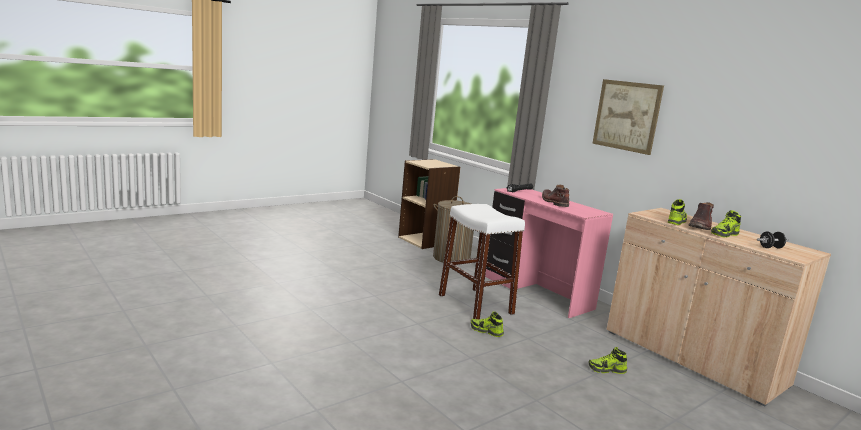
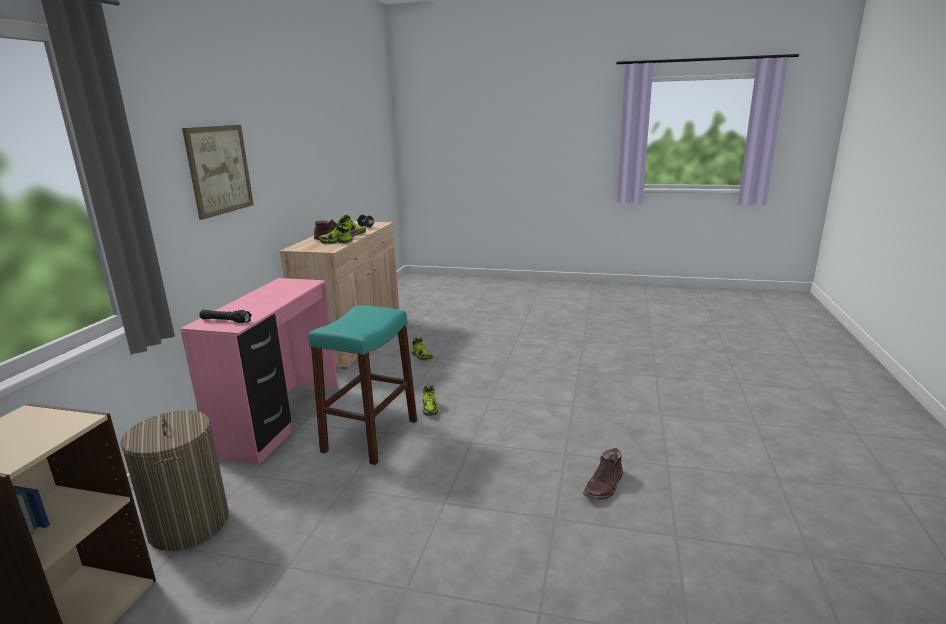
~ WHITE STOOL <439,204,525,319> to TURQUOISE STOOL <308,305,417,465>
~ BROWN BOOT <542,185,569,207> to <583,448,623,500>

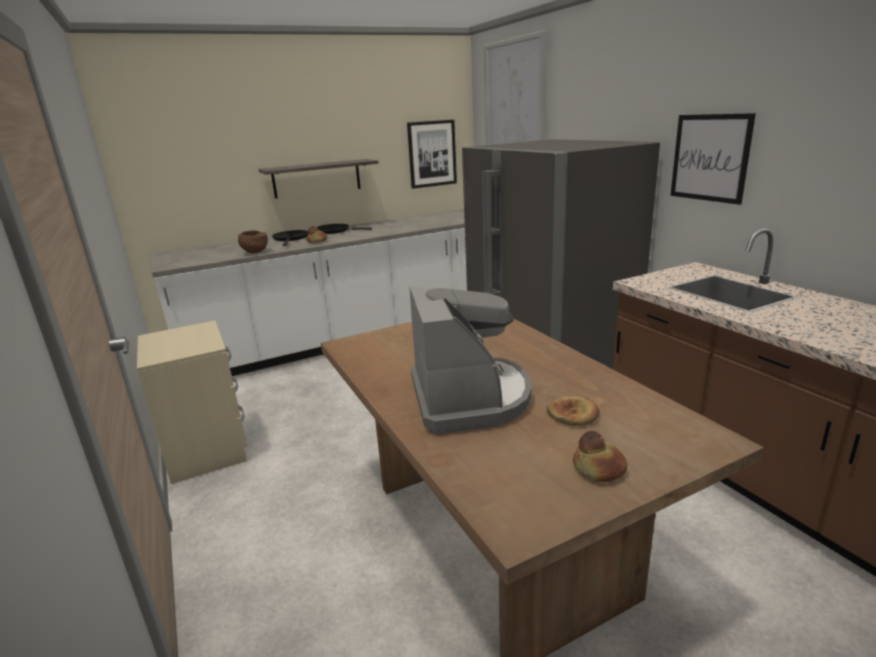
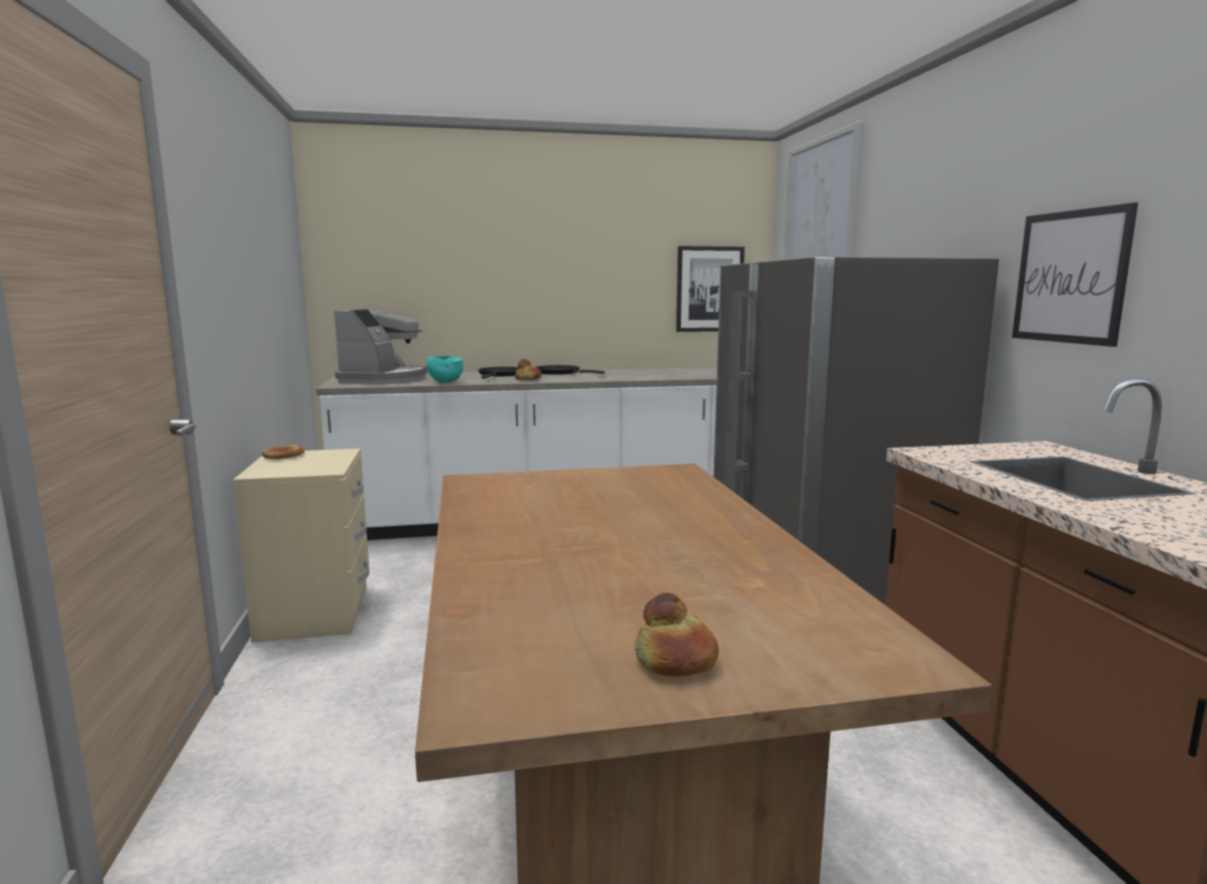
~ BROWN BOWL <238,230,268,253> to TURQUOISE BOWL <426,356,464,383>
- SHELF <259,159,379,199>
~ COFFEE MACHINE <410,286,532,434> to <334,309,427,384>
~ BREAD <546,396,600,426> to <262,445,305,459>

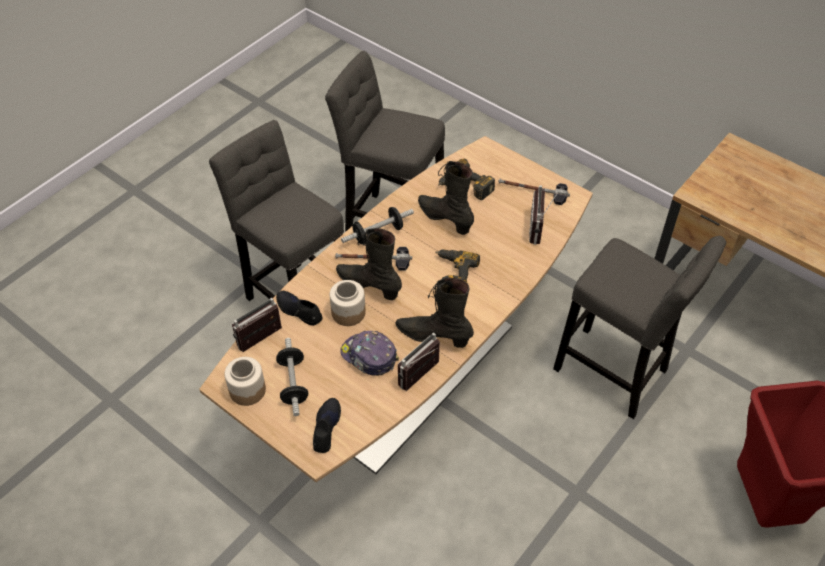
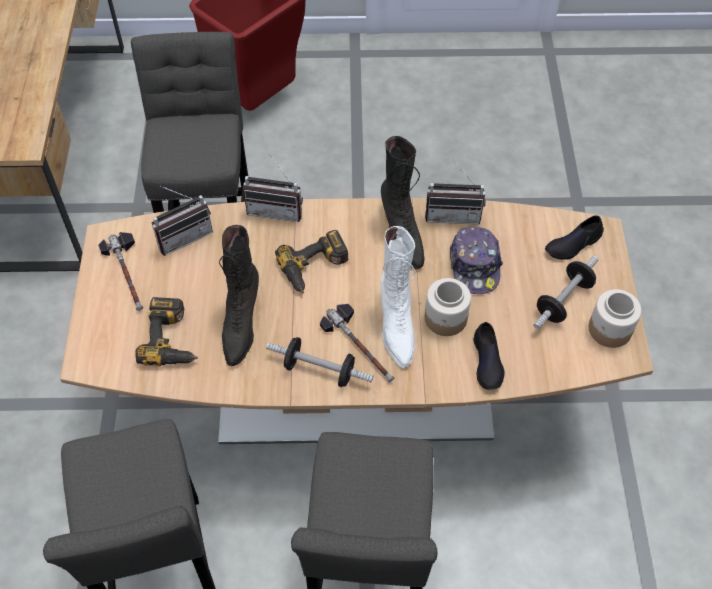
~ RADIO <232,298,282,352> to <243,154,303,222>
~ BLACK BOOT <336,228,402,300> to WHITE BOOT <381,226,415,368>

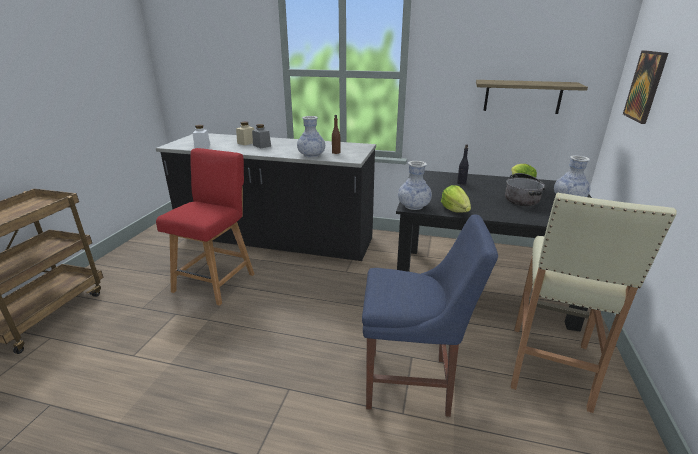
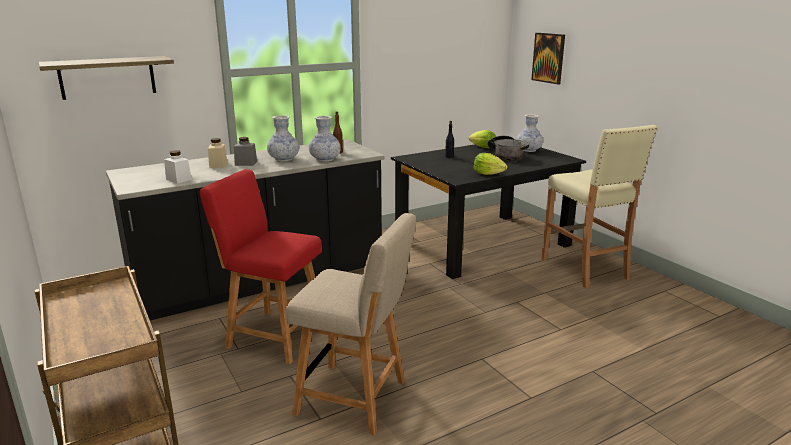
~ RED CHAIR <156,148,254,306> = <200,169,322,364> 45 degrees counterclockwise
- BLUE CHAIR <362,214,498,417>
~ VASE <398,161,432,210> to <267,115,299,161>
~ SHELF <476,80,588,114> to <38,56,174,100>
+ BEIGE CHAIR <286,213,416,436>

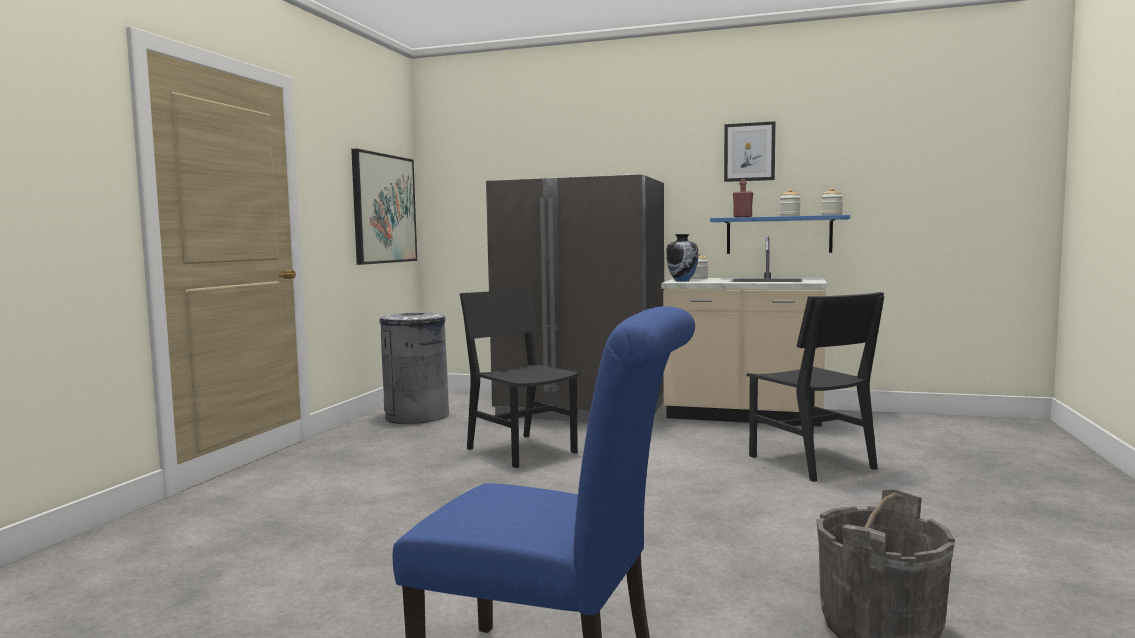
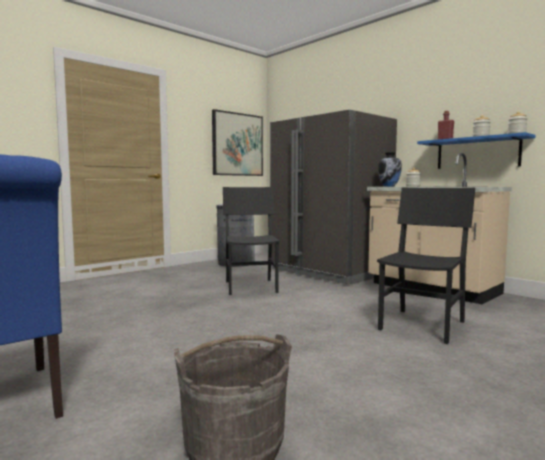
- PICTURE <724,121,776,182>
~ BLACK CHAIR <747,292,884,482> = <377,187,475,344> 150 degrees counterclockwise

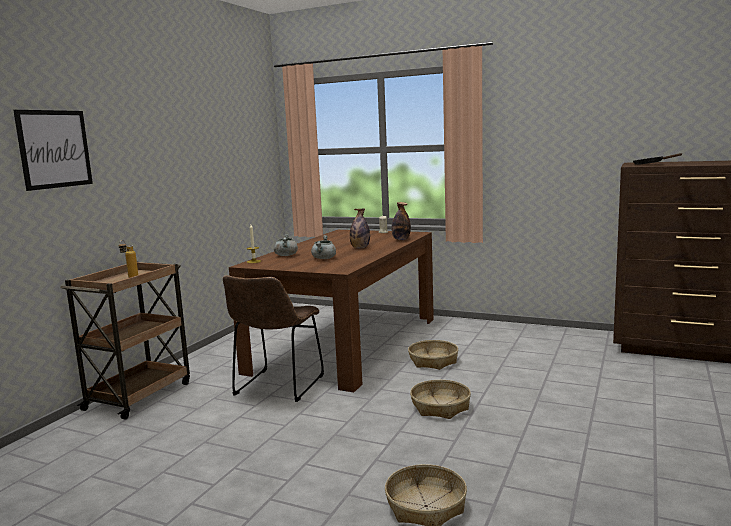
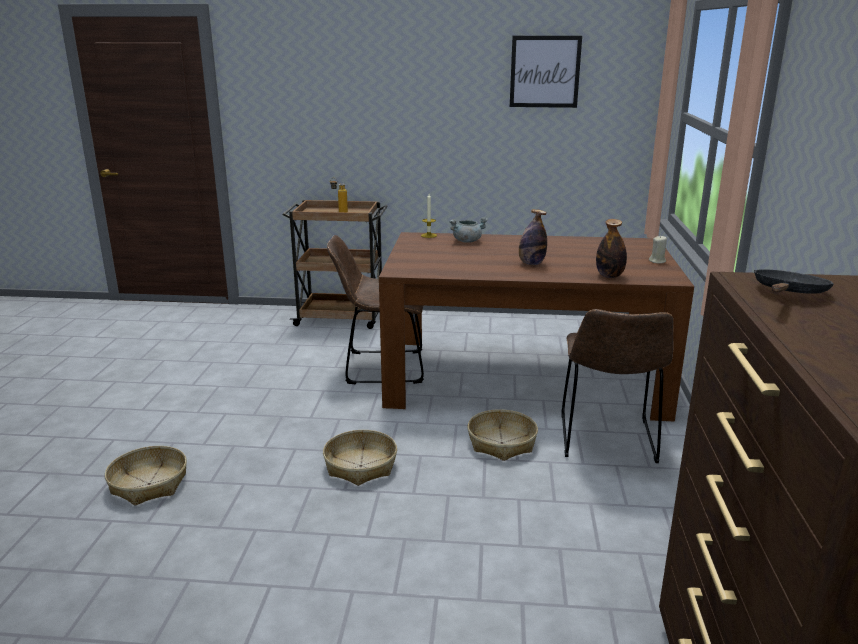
~ PICTURE <13,110,93,191> to <510,36,582,108>
- GREY COOKING POT <311,235,336,259>
+ BROWN CHAIR <561,309,673,463>

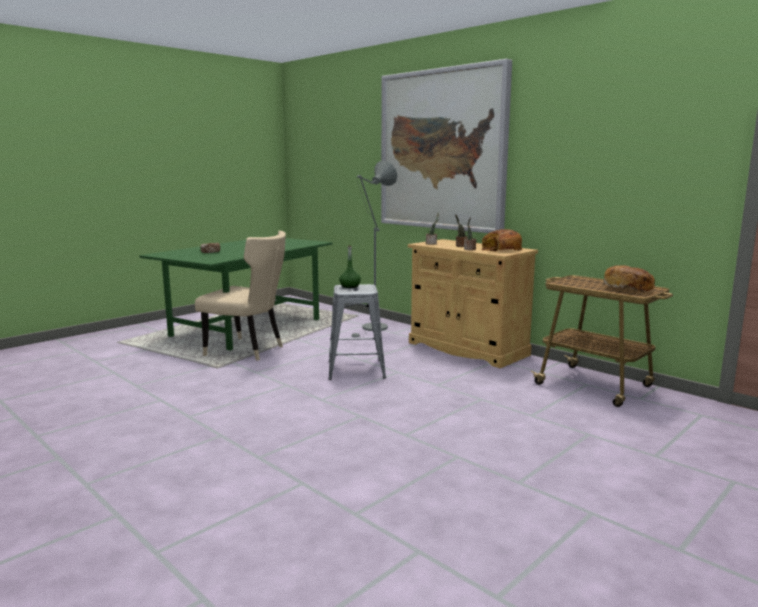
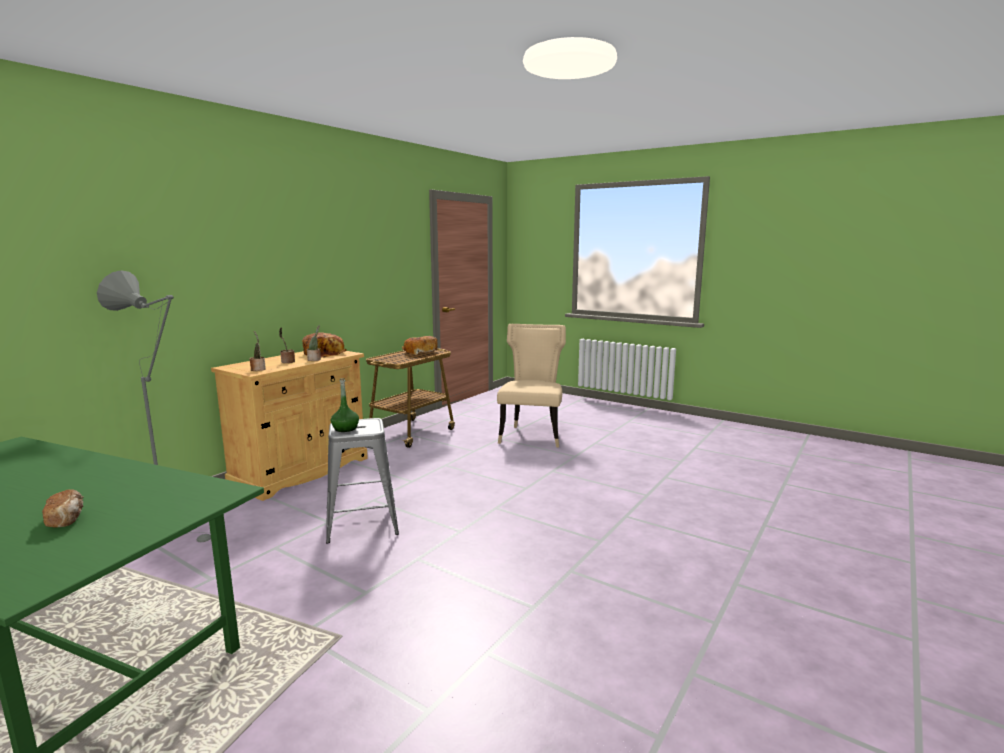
~ BEIGE CHAIR <195,231,286,361> to <497,324,566,447>
- PICTURE <381,59,512,233>

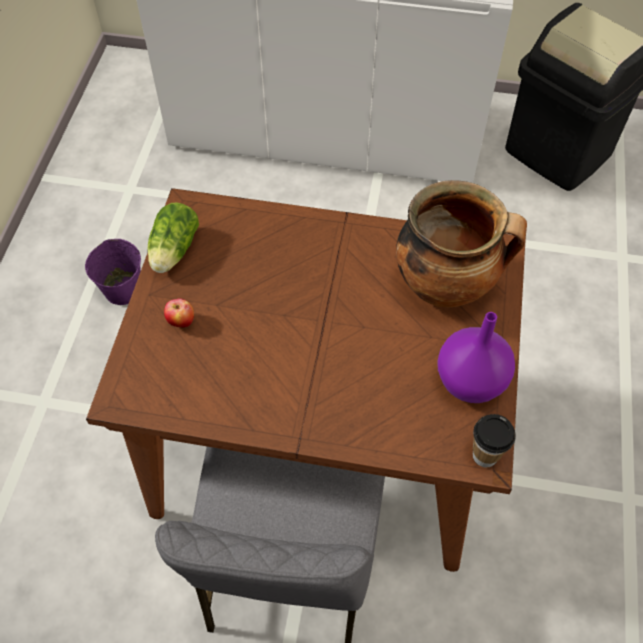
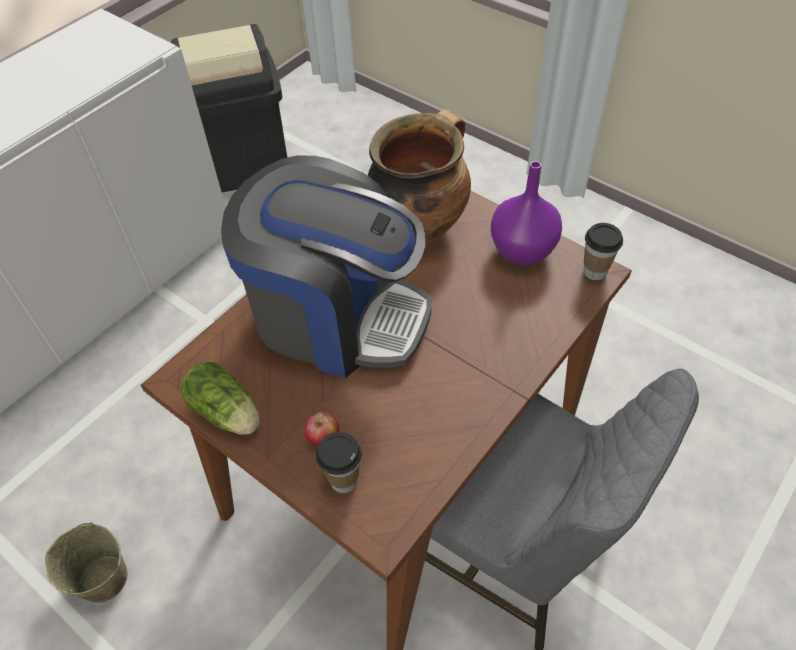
~ PURPLE BUCKET <85,239,141,305> to BEIGE BUCKET <45,522,128,603>
+ COFFEE MACHINE <221,155,432,378>
+ CUP <316,432,362,493>

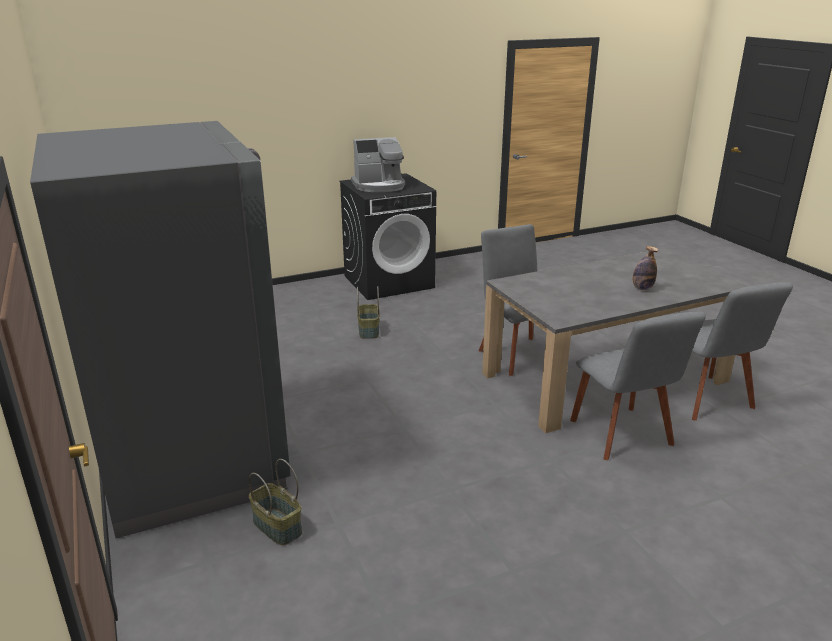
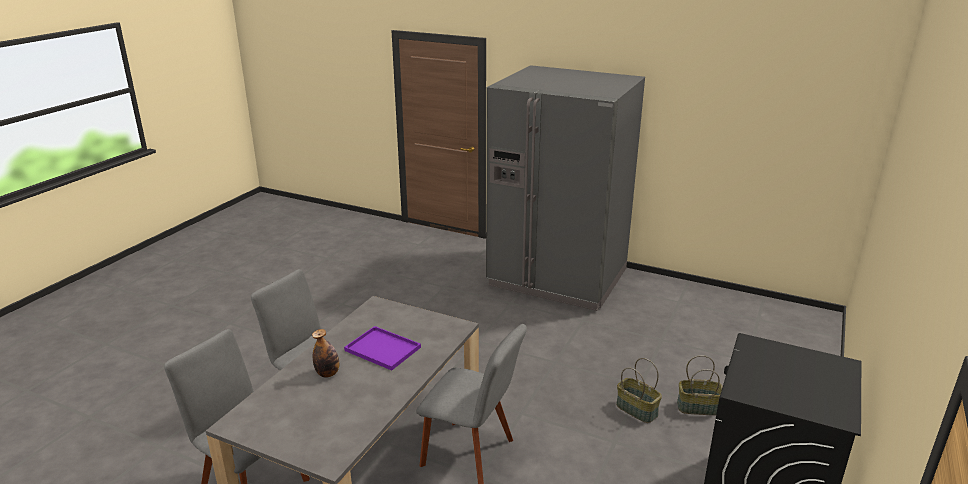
~ BASKET <249,459,302,545> to <677,355,723,415>
- COFFEE MACHINE <351,137,405,192>
+ PURPLE TRAY <344,326,421,370>

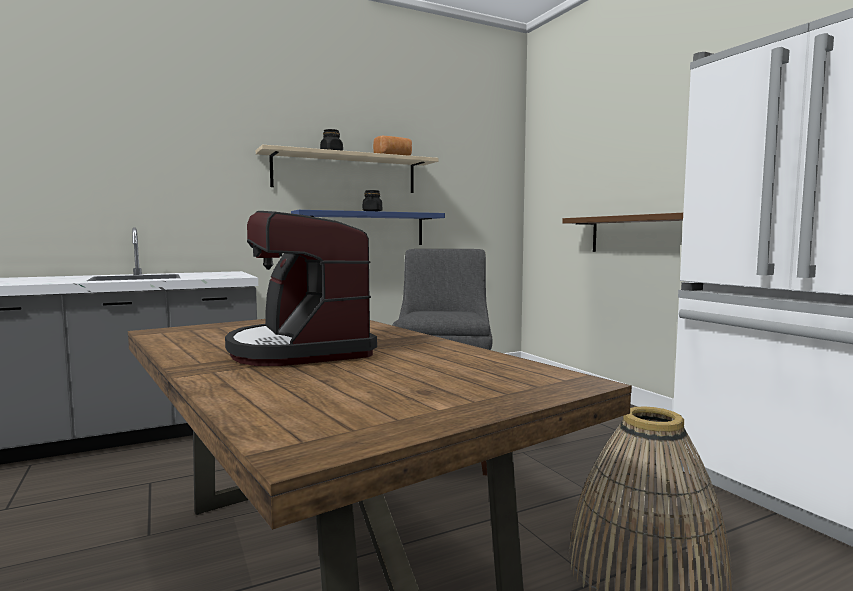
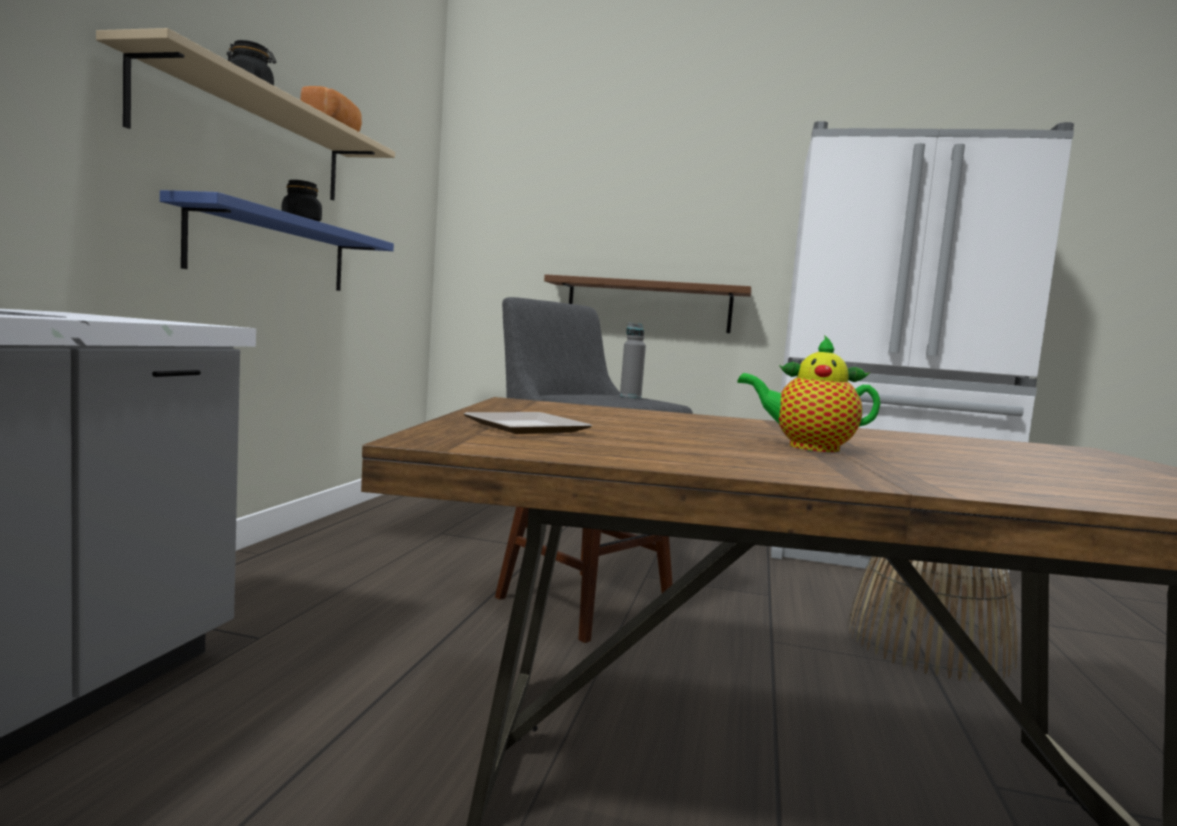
~ COFFEE MACHINE <225,211,377,366> to TEAPOT <737,335,880,452>
+ PLATE <463,412,592,434>
+ GREY BOTTLE <620,323,646,398>

